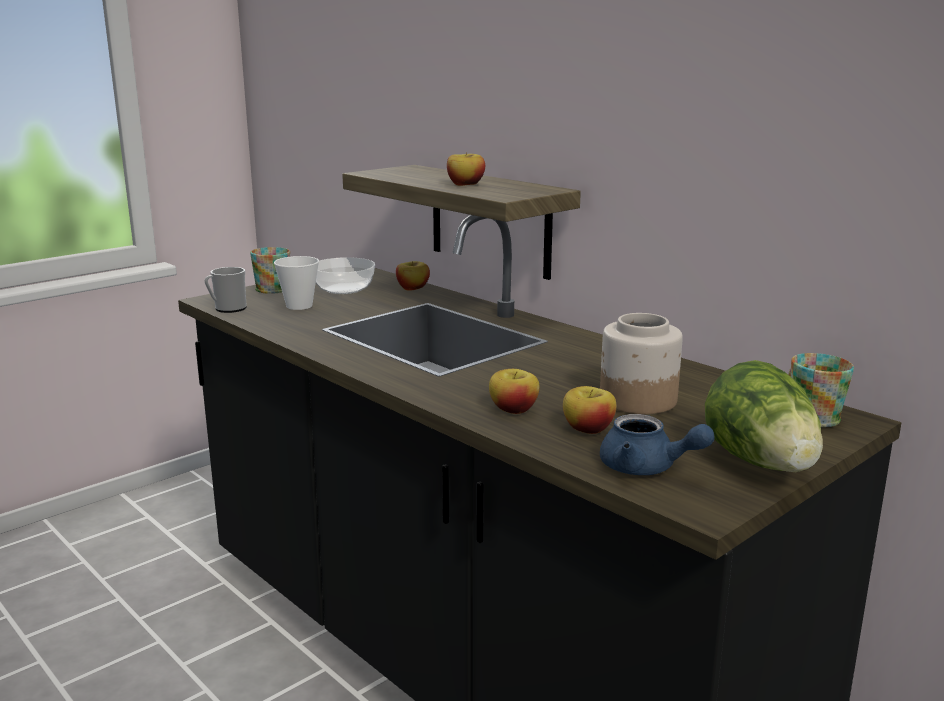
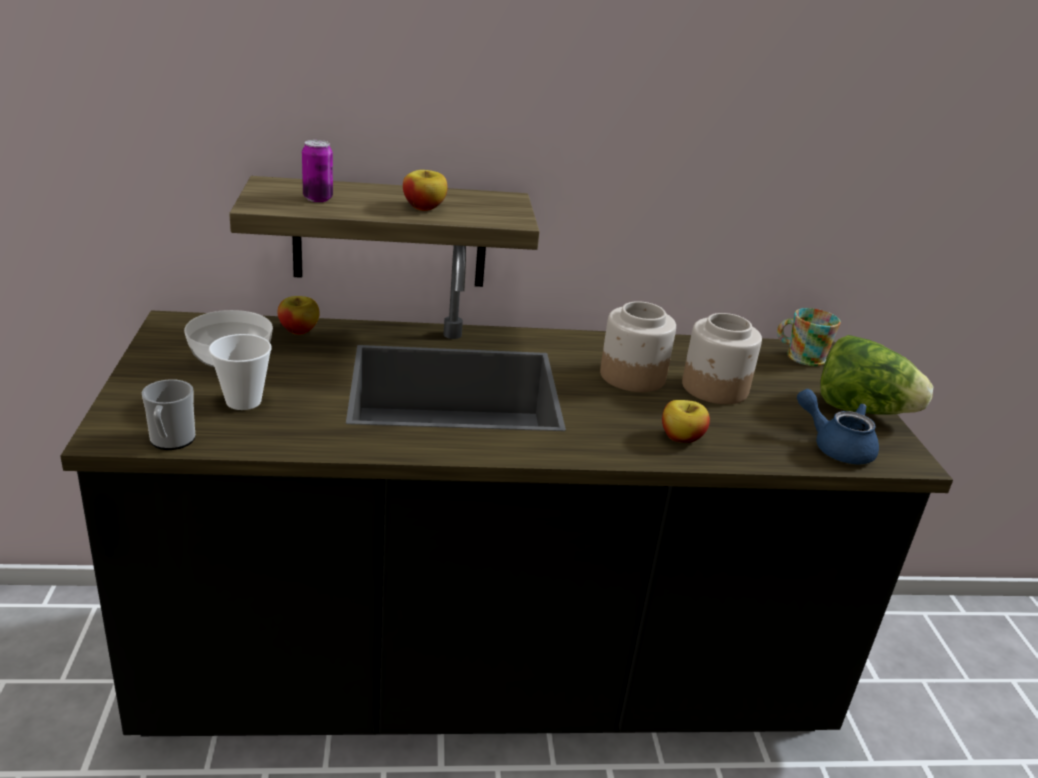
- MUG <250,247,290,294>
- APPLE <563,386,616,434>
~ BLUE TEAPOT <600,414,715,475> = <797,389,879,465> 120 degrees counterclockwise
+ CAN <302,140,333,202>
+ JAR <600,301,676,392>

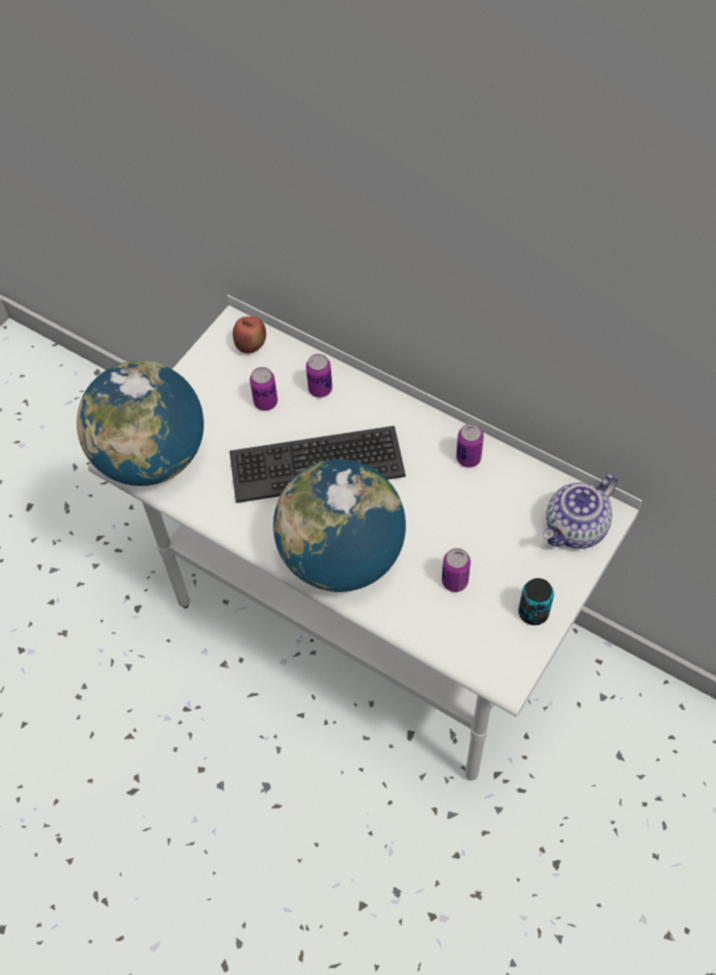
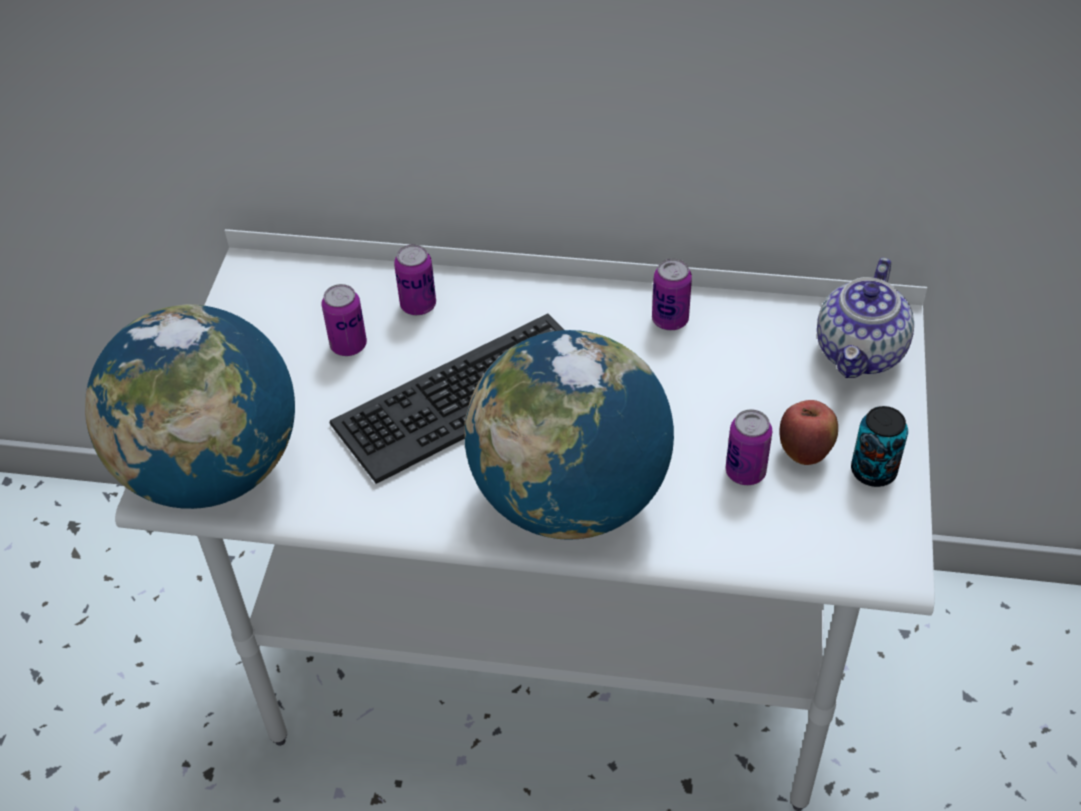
~ APPLE <233,316,266,354> to <780,400,838,465>

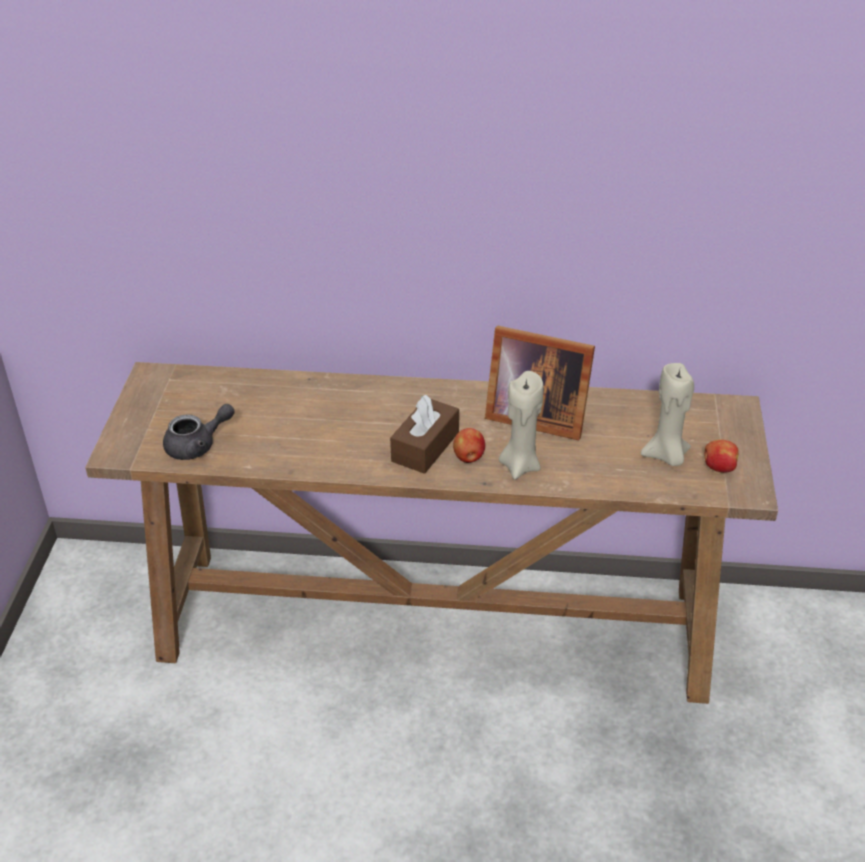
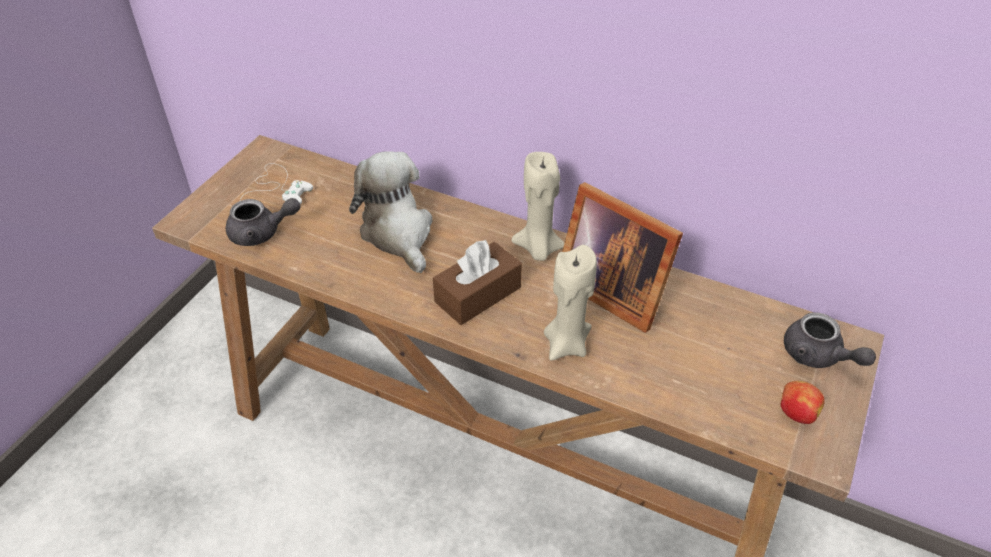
- APPLE <453,428,485,463>
~ BEIGE CANDLE <641,363,694,466> to <511,152,565,261>
+ WHITE GAME CONTROLLER <240,163,313,205>
+ PLUSH TOY <349,151,432,273>
+ GREY TEAPOT <784,313,876,368>

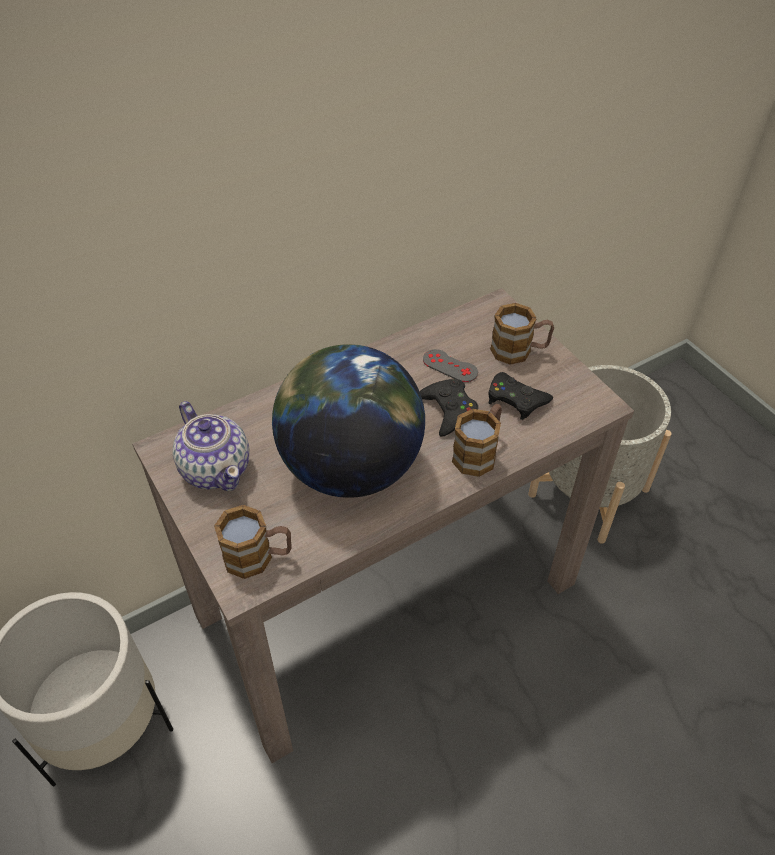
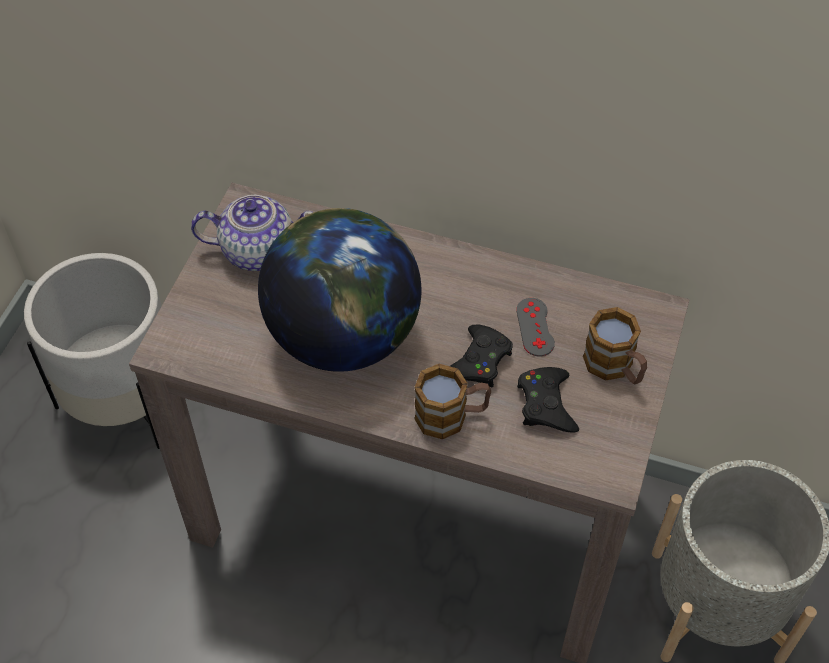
~ TEAPOT <172,401,249,491> = <191,195,313,271> 105 degrees counterclockwise
- MUG <214,505,291,579>

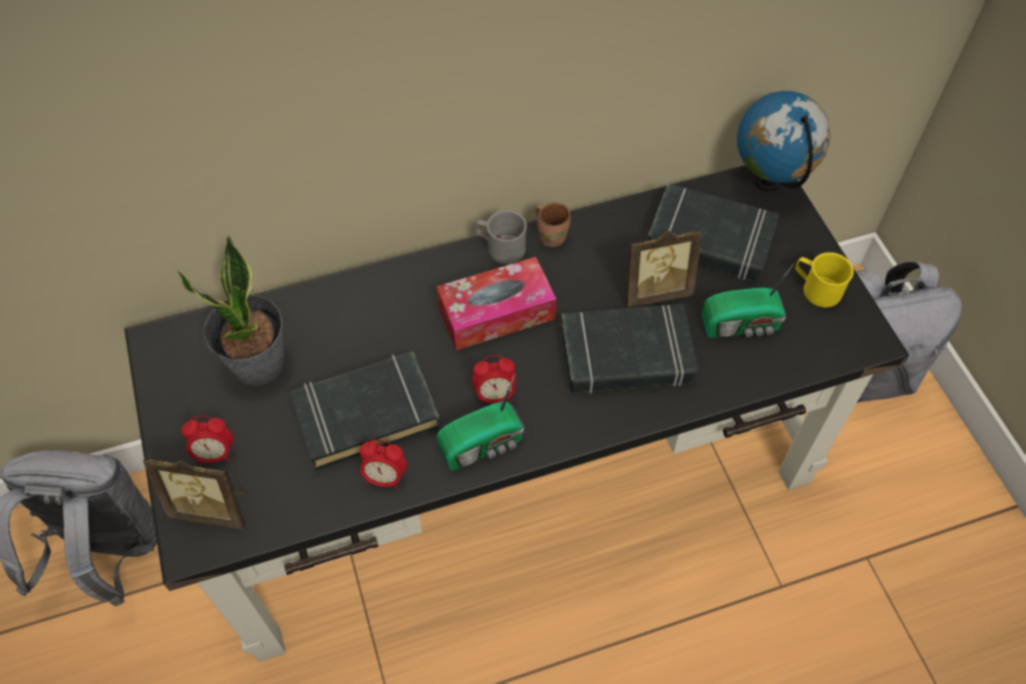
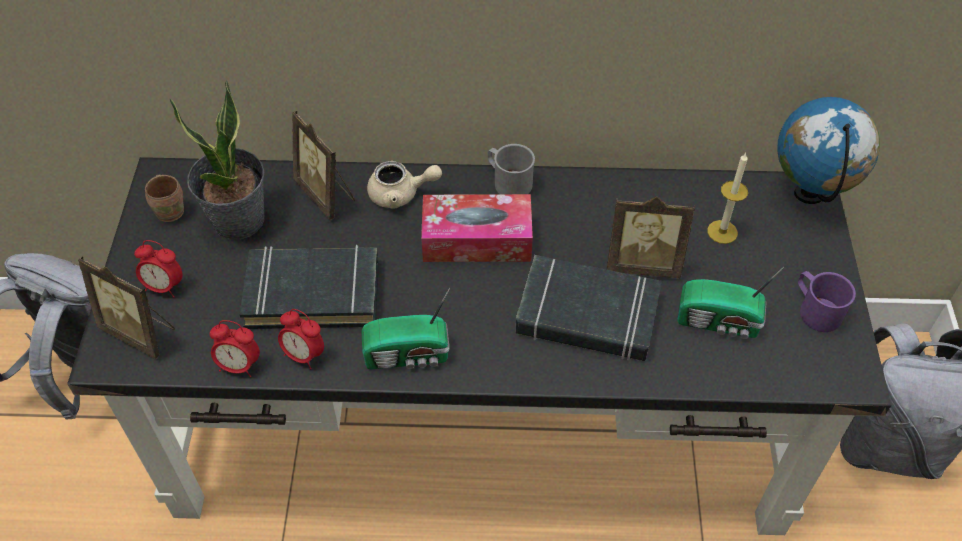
~ ALARM CLOCK <472,355,516,406> to <210,320,260,377>
~ BROWN MUG <535,202,571,247> to <145,175,184,222>
~ BLACK BOOK <647,183,780,282> to CANDLE <707,153,748,244>
~ YELLOW MUG <795,252,854,307> to PURPLE MUG <798,271,856,332>
+ PICTURE FRAME <292,111,355,220>
+ BEIGE TEAPOT <367,161,442,209>

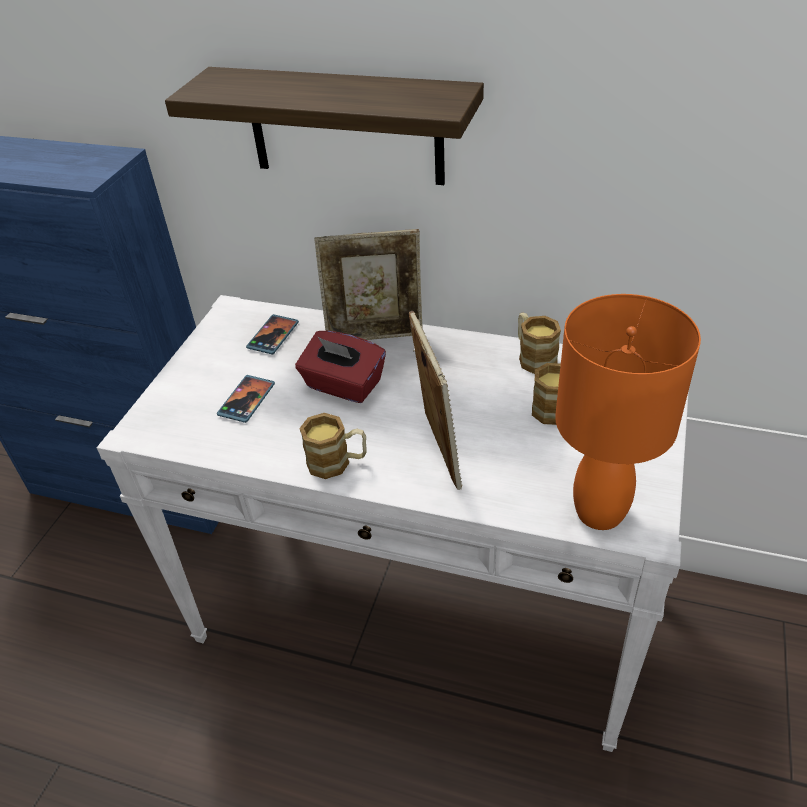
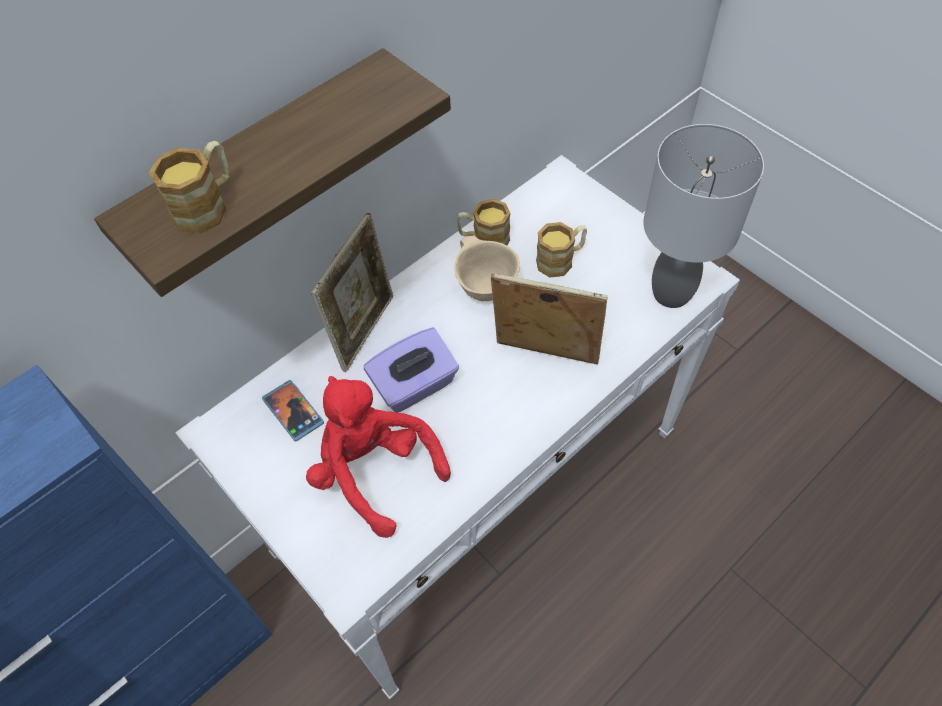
~ PHONE <217,375,275,423> to RED PLUSH TOY <306,376,451,538>
~ RED TISSUE BOX <295,331,386,403> to PURPLE TISSUE BOX <364,328,459,413>
~ MUG <299,413,366,479> to <149,141,230,234>
~ ORANGE TABLE LAMP <555,294,701,530> to GREY TABLE LAMP <643,124,764,308>
+ BEIGE BOWL <455,236,520,301>

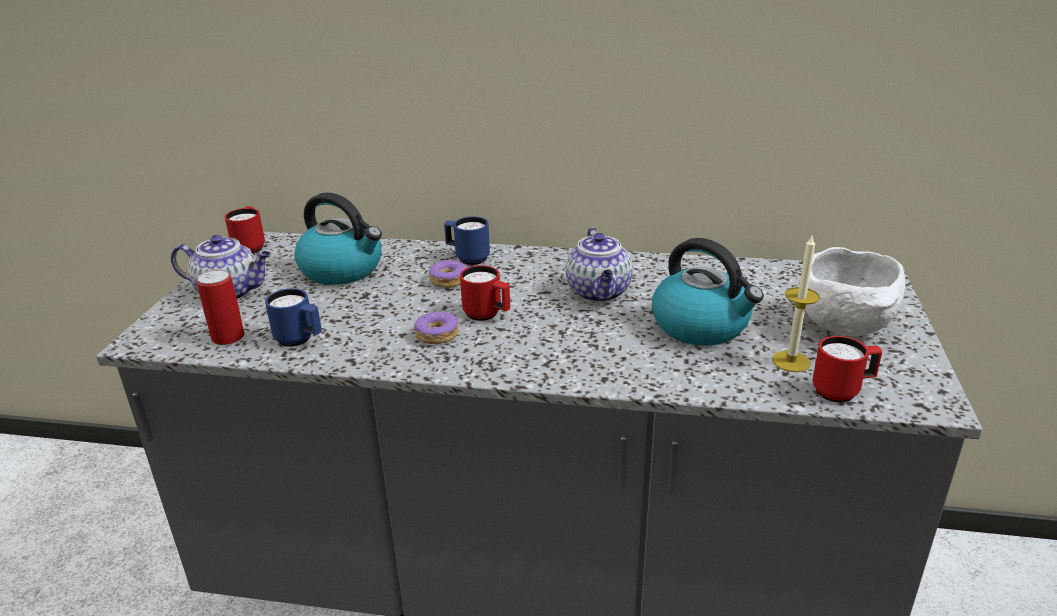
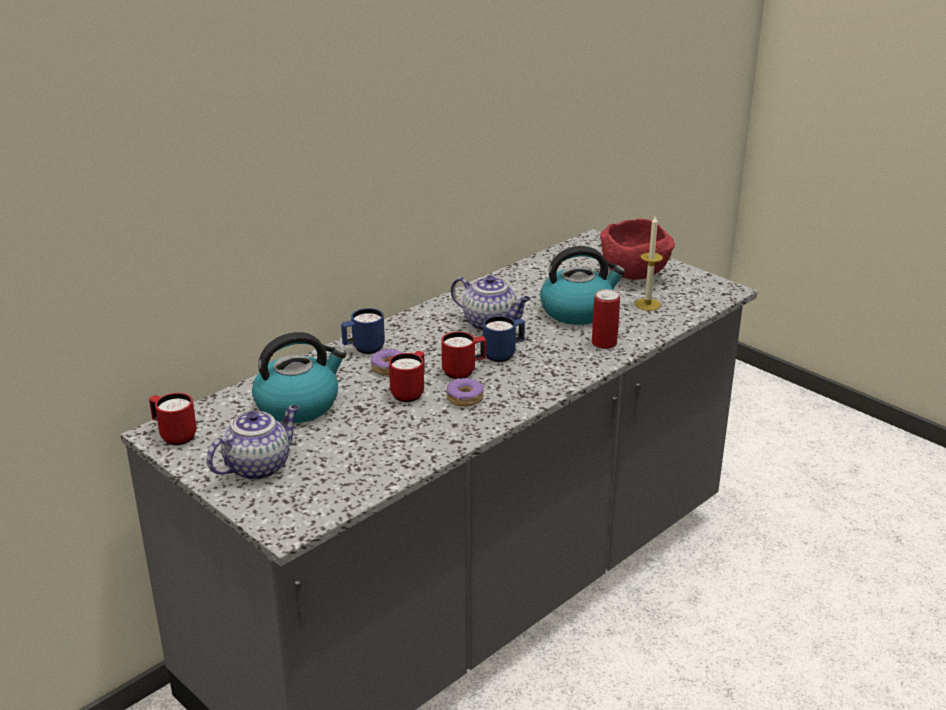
~ CAN <197,269,245,345> to <592,289,620,349>
~ BLUE MUG <265,288,322,346> to <483,316,525,362>
~ WHITE BOWL <799,247,905,336> to RED BOWL <600,219,675,280>
~ RED MUG <813,336,882,403> to <389,351,425,402>

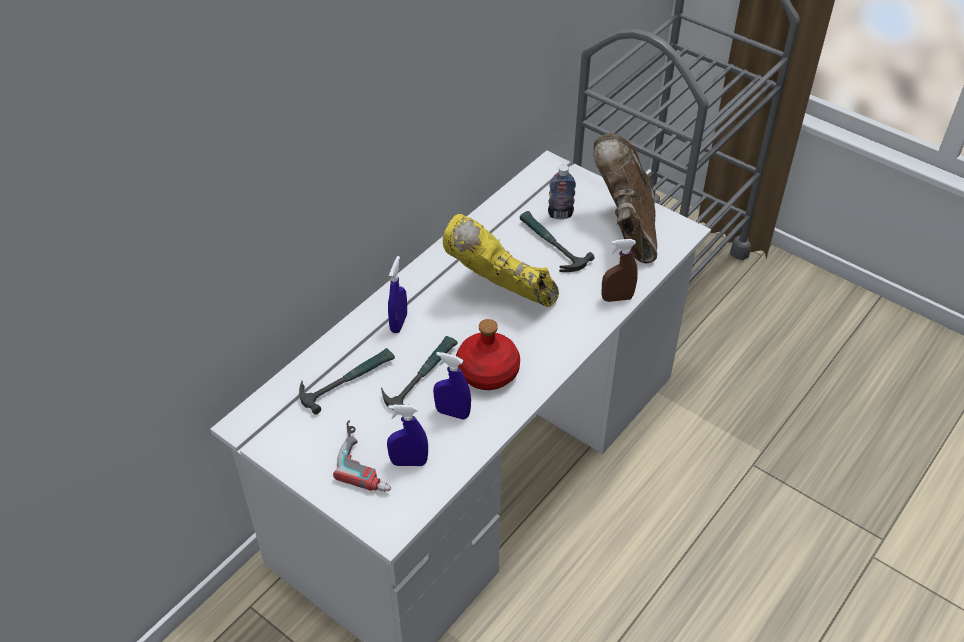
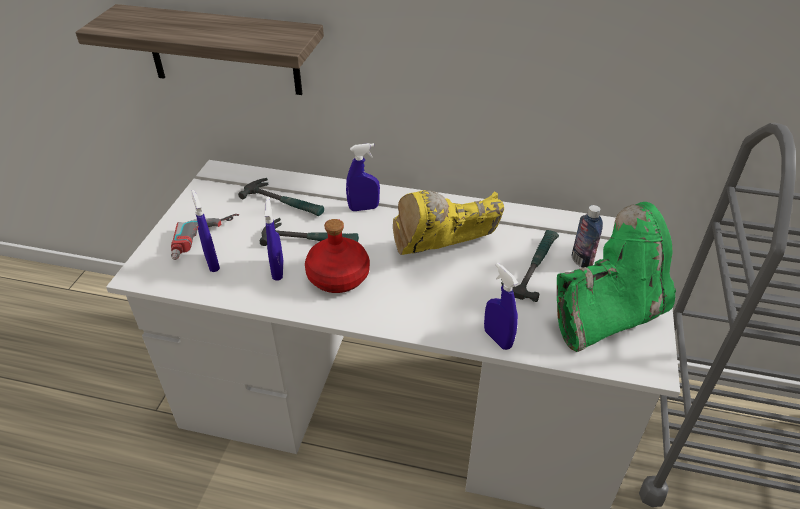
~ YELLOW BOOT <443,214,559,307> = <393,190,504,255> 120 degrees counterclockwise
~ BROWN BOOT <593,133,657,264> to GREEN BOOT <557,202,676,352>
~ BROWN SPRAY BOTTLE <602,239,638,302> to BLUE SPRAY BOTTLE <484,263,518,350>
+ SHELF <75,4,324,95>

